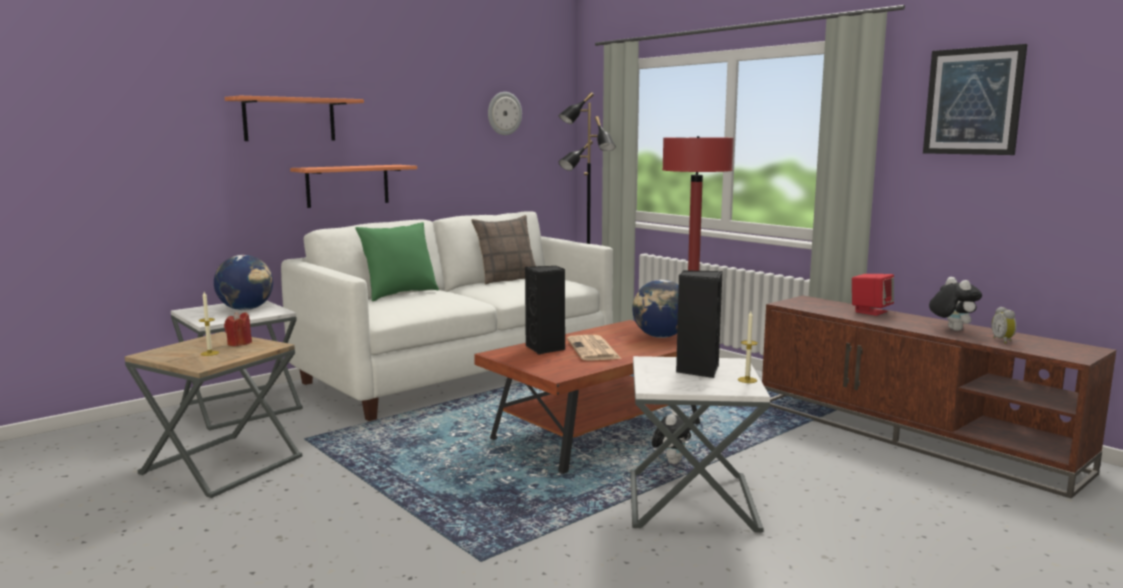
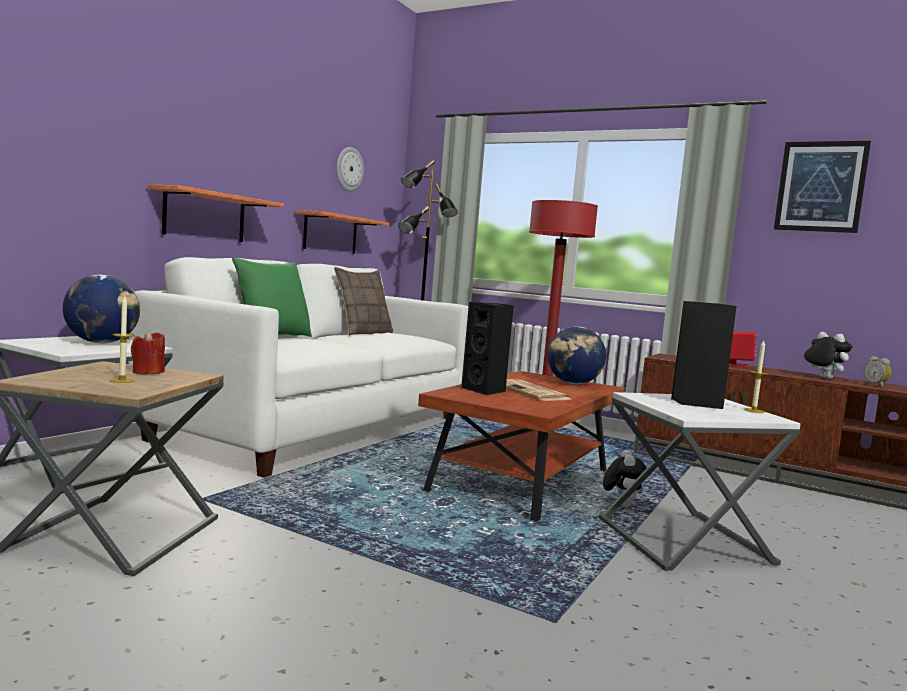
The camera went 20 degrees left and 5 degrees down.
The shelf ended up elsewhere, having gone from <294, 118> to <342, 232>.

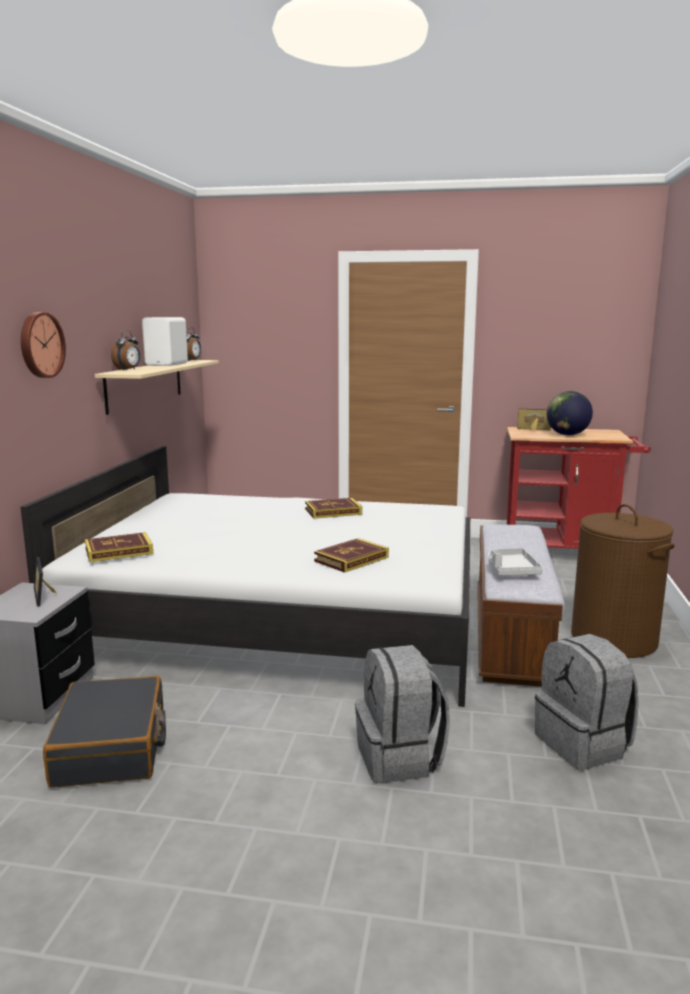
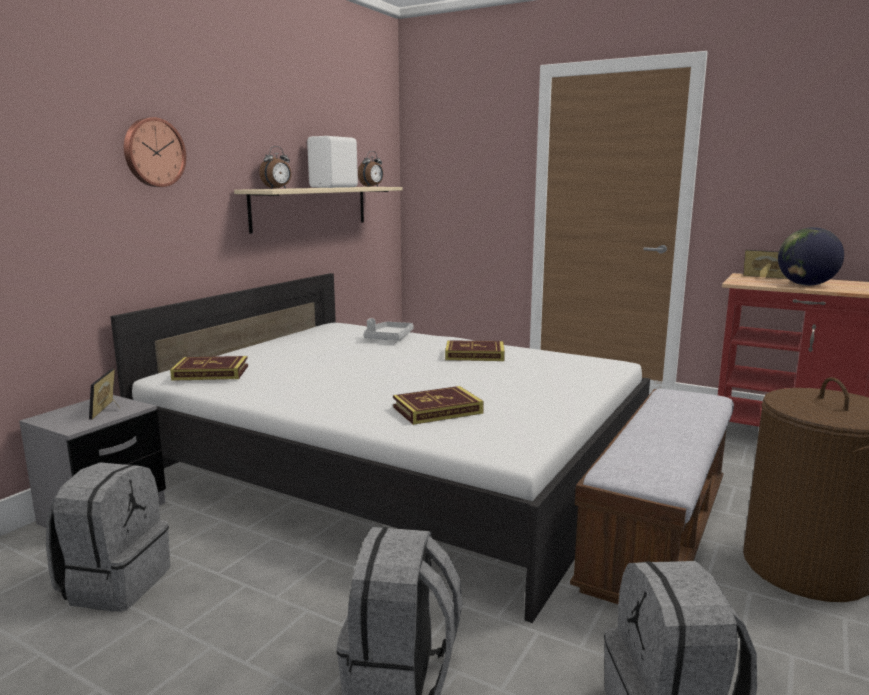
The camera went 20 degrees right and 0 degrees up.
Where the suitcase (black) stood at <104, 731>, the backpack (grey) came to stand at <108, 537>.
The tray (grey) ended up elsewhere, having gone from <515, 562> to <388, 329>.

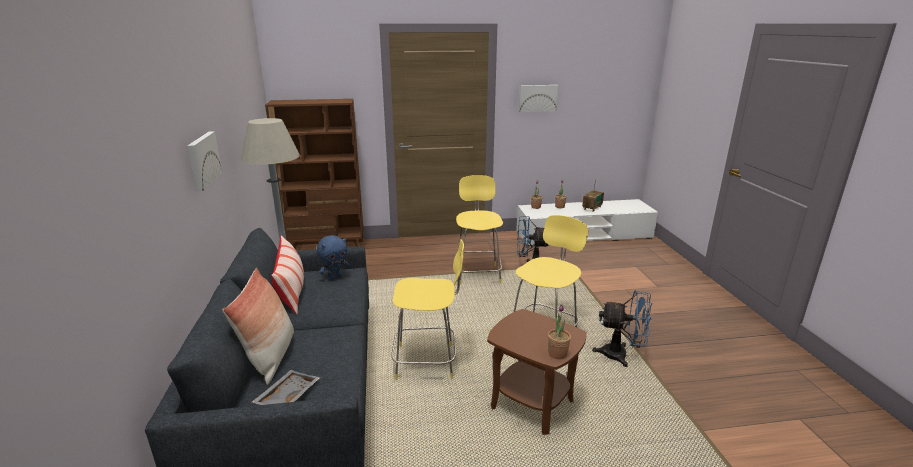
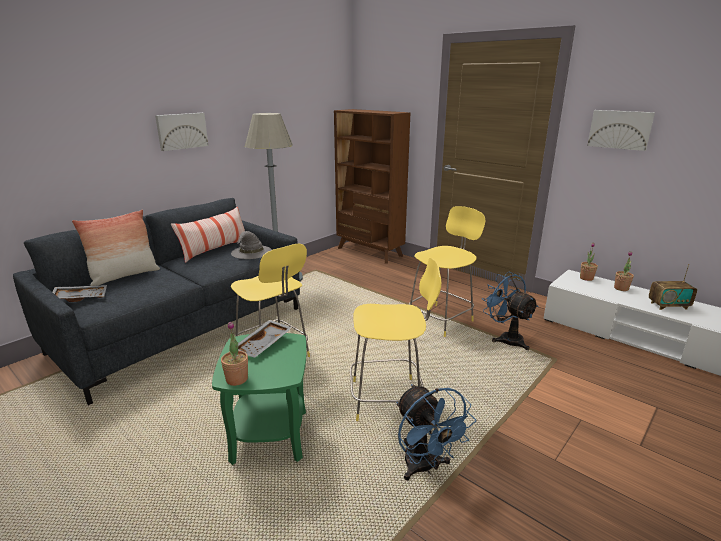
The camera went 50 degrees right and 0 degrees up.
Where the plush toy (blue) stood at <333, 257>, the hat (grey) came to stand at <251, 245>.
What was the side table (brown) at <537, 372> turned into the side table (green) at <259, 399>.
The second view gained the tray (grey) at <265, 339>.

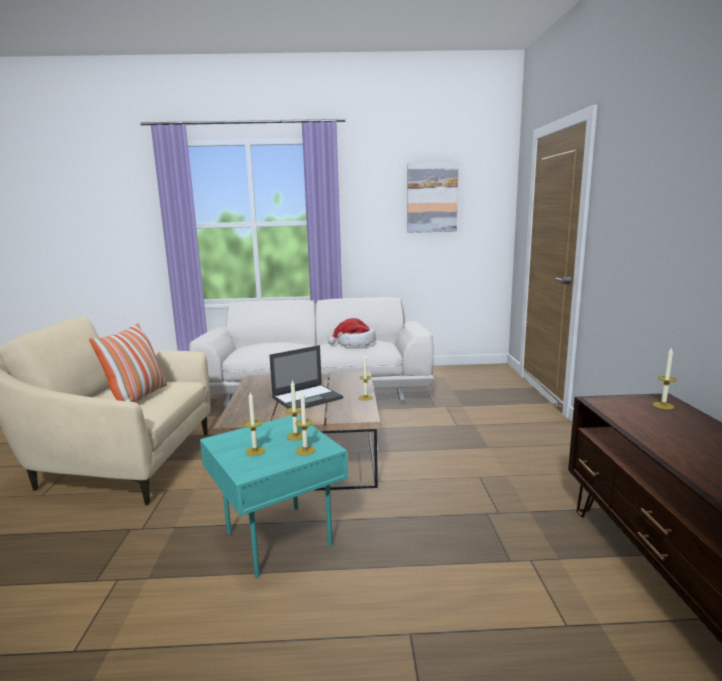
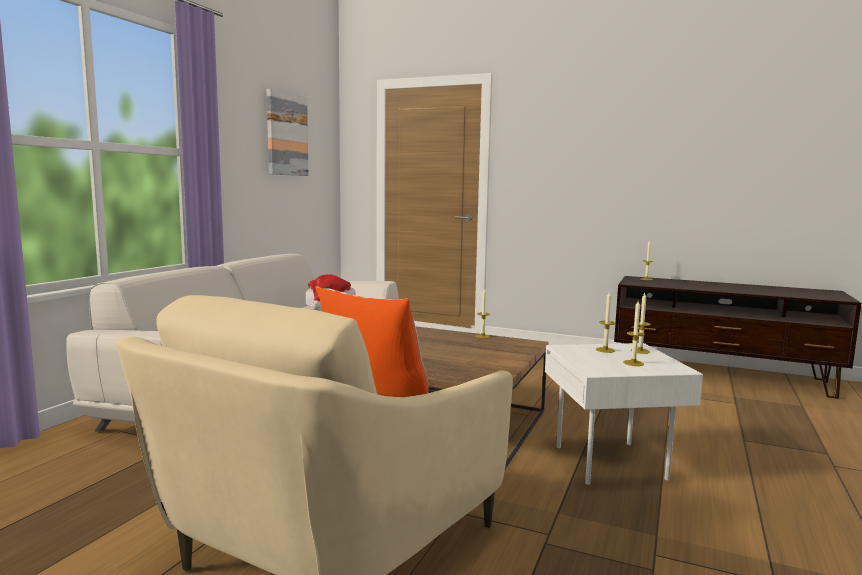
The camera went 65 degrees left and 5 degrees down.
What was the side table (turquoise) at <274, 496> turned into the side table (white) at <624, 414>.
The second view lost the laptop at <306, 376>.

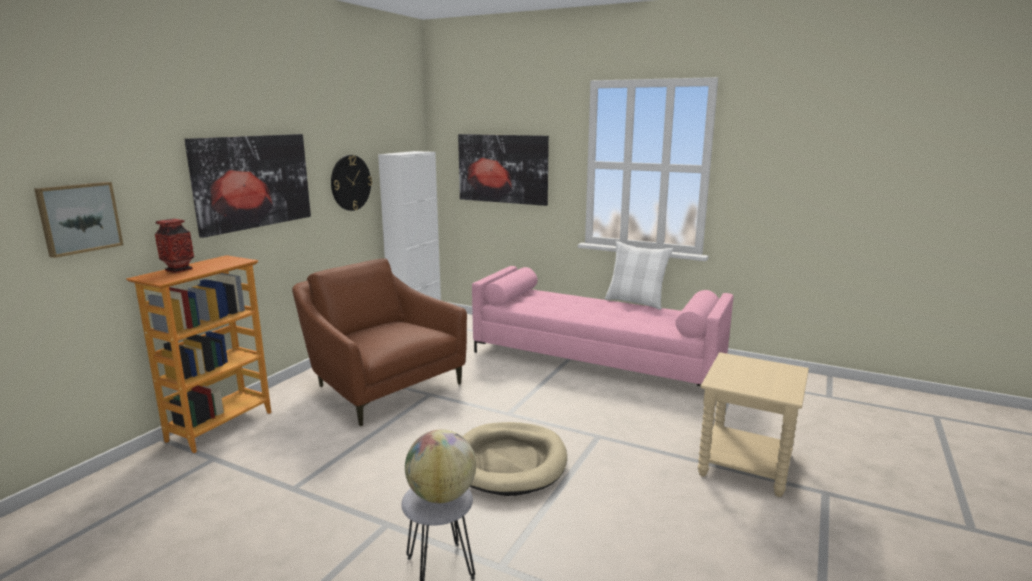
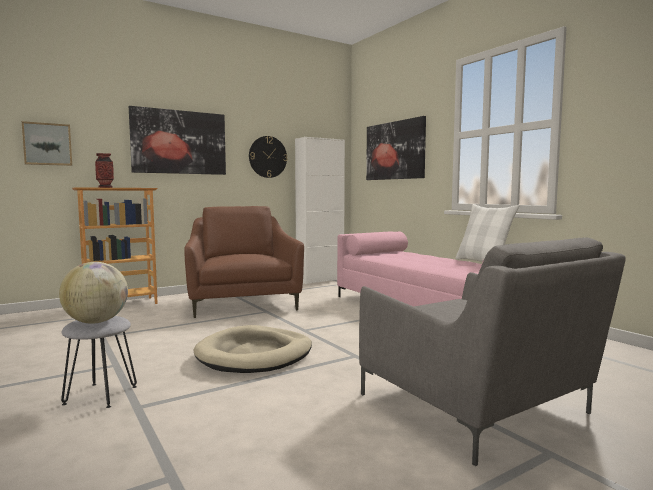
The camera went 30 degrees right and 10 degrees down.
Where the side table (beige) stood at <753, 424>, the armchair (grey) came to stand at <492, 351>.

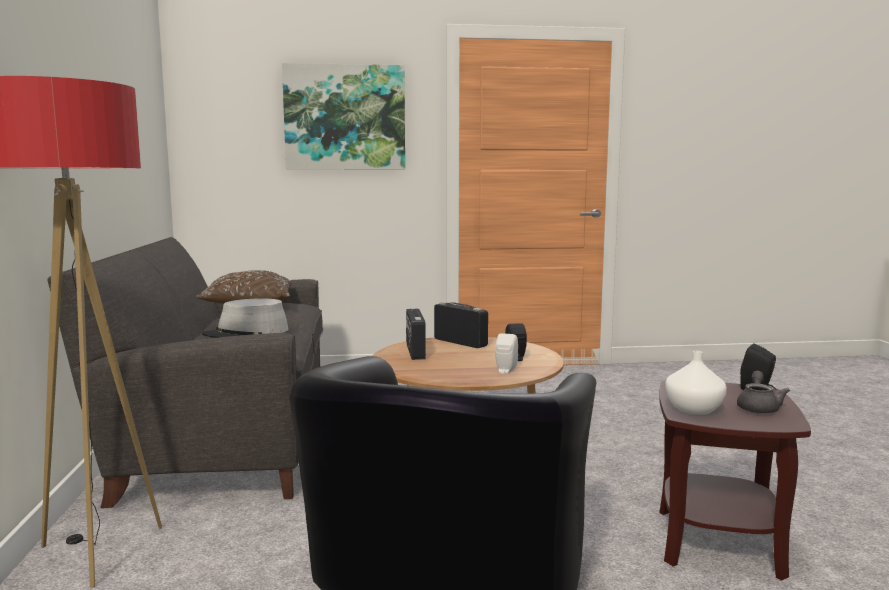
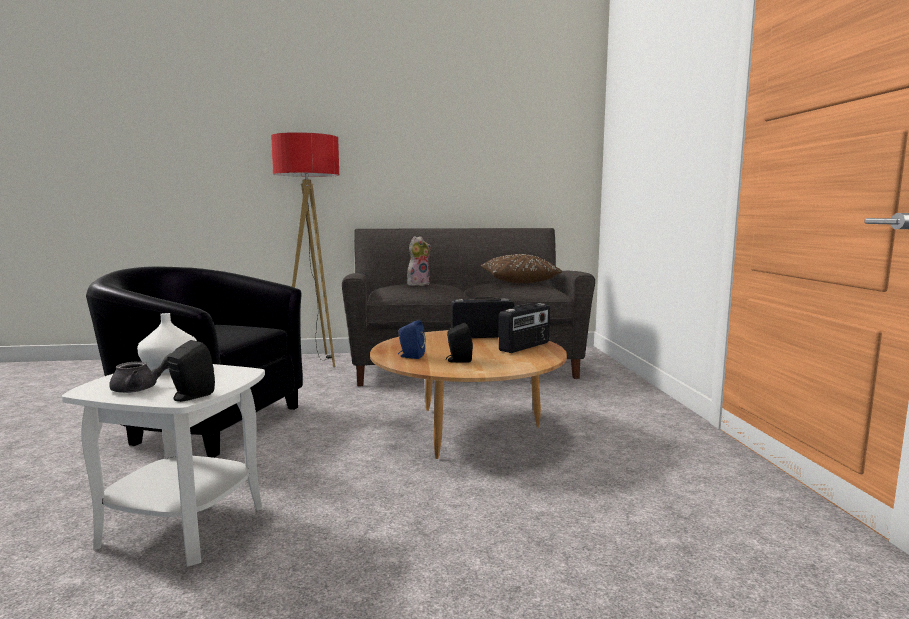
The camera went 90 degrees right and 0 degrees up.
Where the hat (grey) stood at <245, 318>, the plush toy came to stand at <419, 261>.
The second view lost the picture at <343, 116>.
What was the speaker (white) at <506, 353> turned into the speaker (blue) at <412, 339>.
What was the side table (brown) at <735, 481> turned into the side table (white) at <163, 465>.
The teapot (grey) at <763, 392> ended up facing another way, 45 degrees counterclockwise from before.

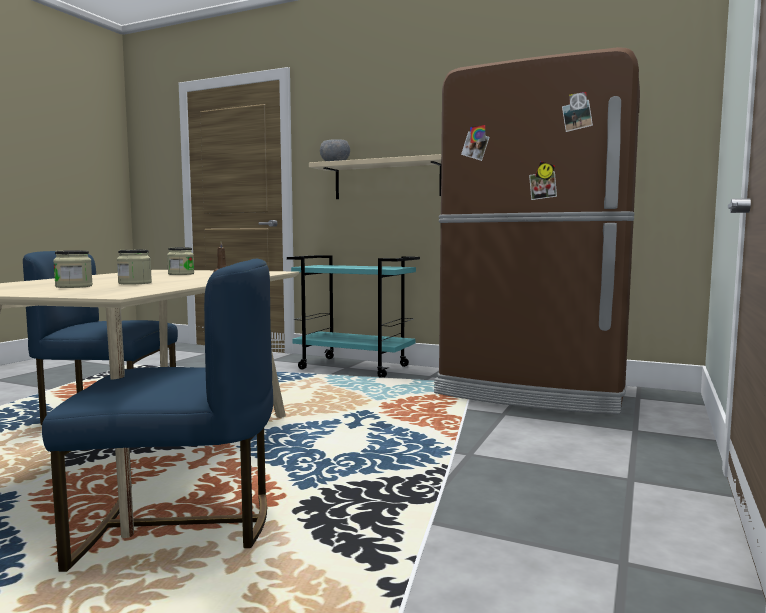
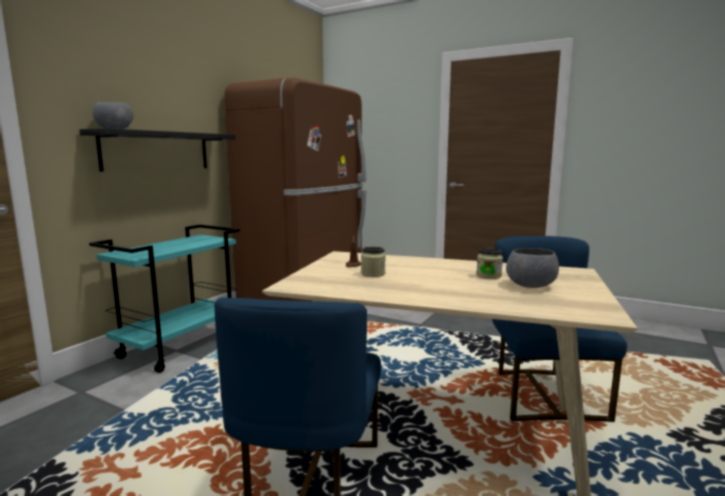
The camera went 85 degrees left and 5 degrees up.
Where the jar stood at <73, 269>, the bowl (grey) came to stand at <532, 268>.
What was the shelf (beige) at <375, 176> turned into the shelf (black) at <157, 150>.

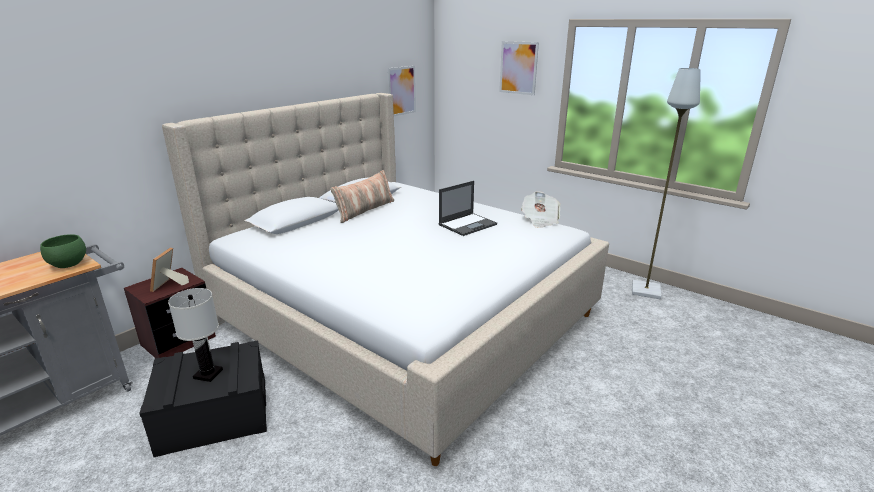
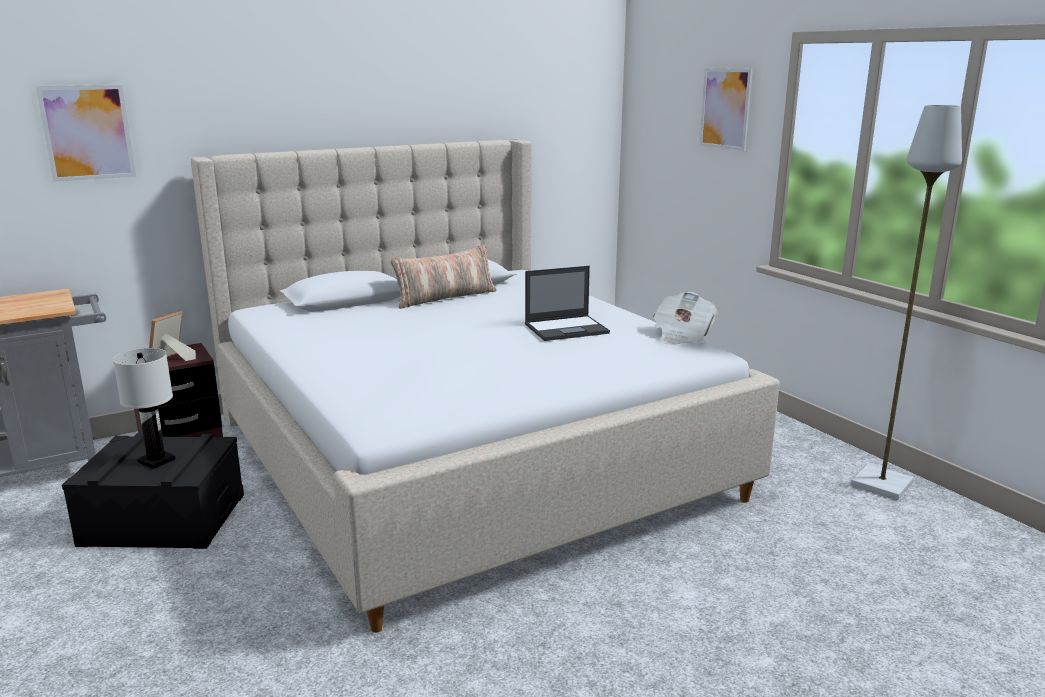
The camera went 20 degrees right and 5 degrees down.
The second view lost the bowl (green) at <63, 251>.
The picture ended up elsewhere, having gone from <401, 91> to <86, 133>.

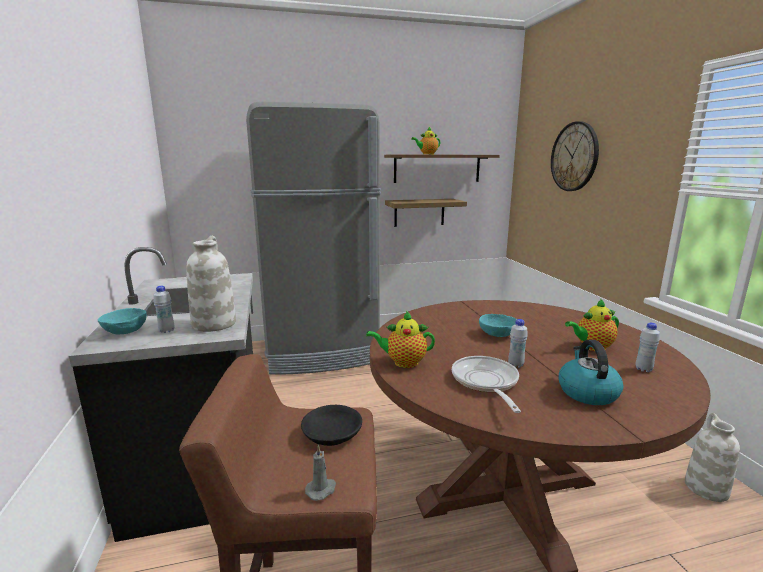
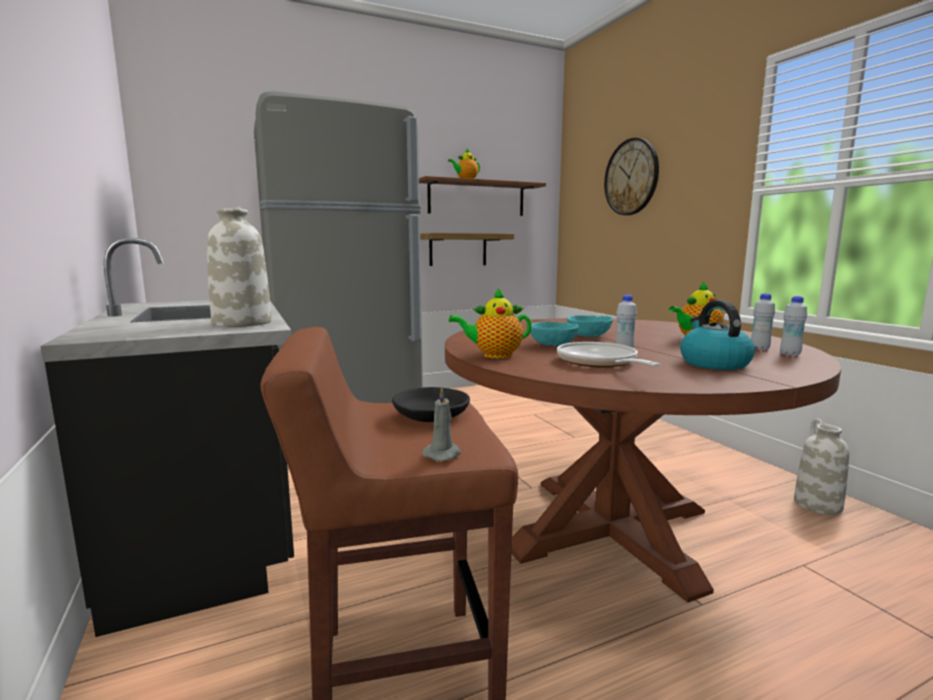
The camera went 10 degrees left and 5 degrees down.
The bowl (turquoise) ended up elsewhere, having gone from <122, 321> to <554, 334>.
The bottle (white) ended up elsewhere, having gone from <163, 309> to <793, 326>.

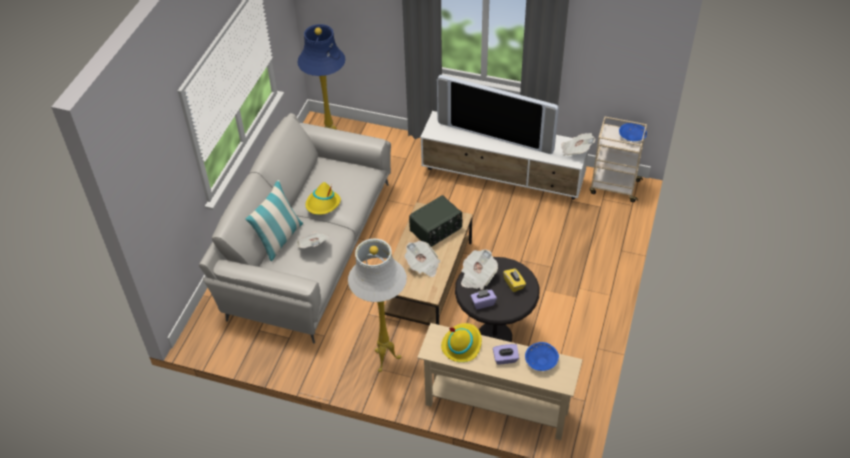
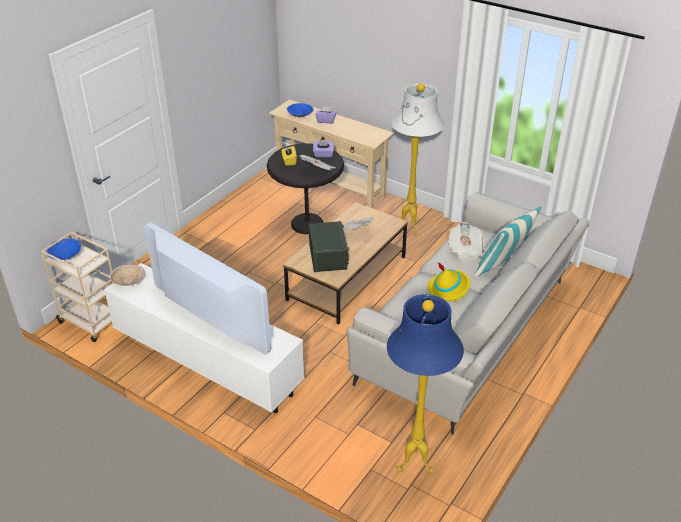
The camera went 165 degrees left and 10 degrees down.
The radio at <435, 221> ended up facing another way, 105 degrees clockwise from before.
The second view lost the hat (yellow) at <461, 342>.
Where the newspaper stood at <578, 144>, the bowl (beige) came to stand at <127, 275>.

